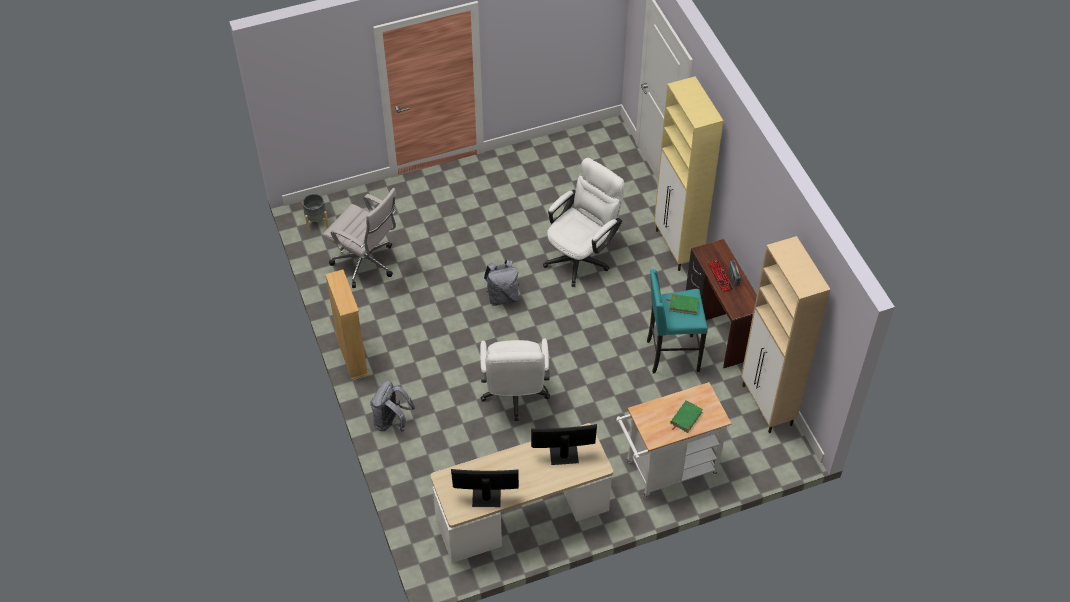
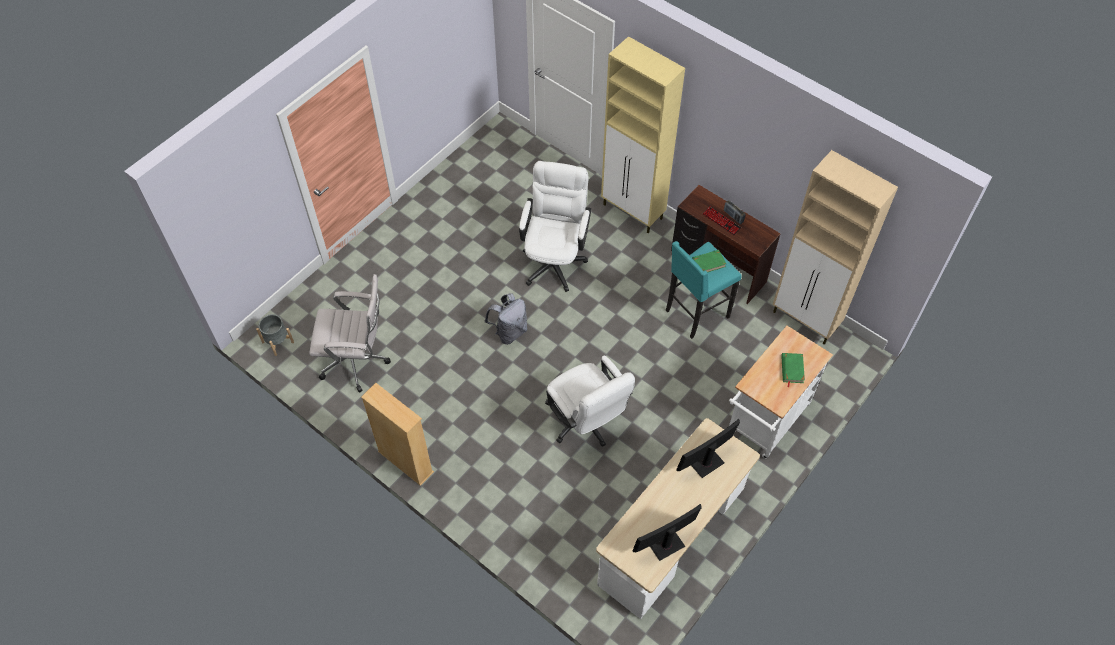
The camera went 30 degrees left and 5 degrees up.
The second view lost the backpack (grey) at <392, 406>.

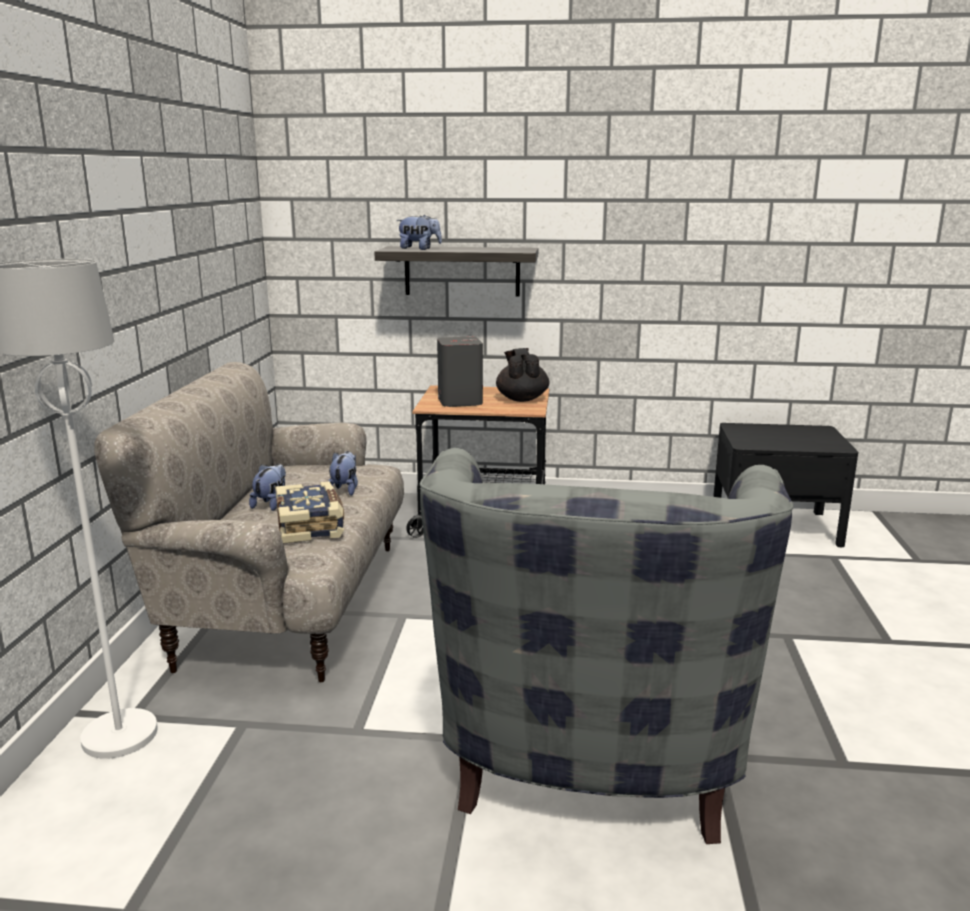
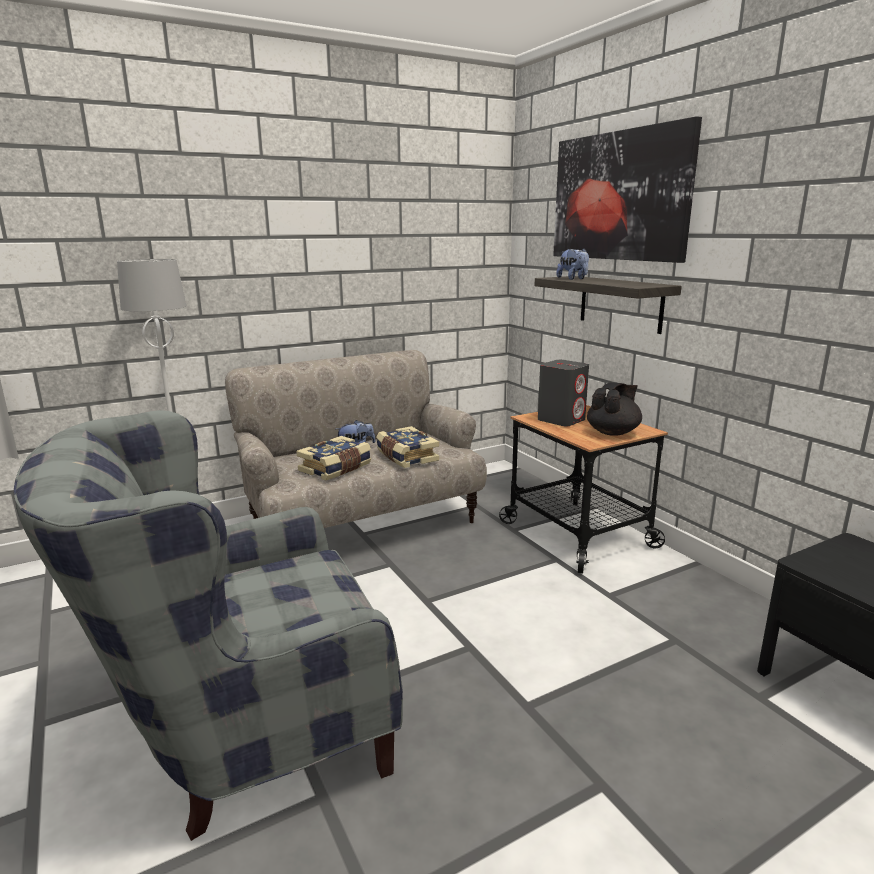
The camera went 55 degrees right and 0 degrees up.
Where the plush toy stood at <343, 473>, the book came to stand at <407, 447>.
The second view gained the picture at <627, 189>.

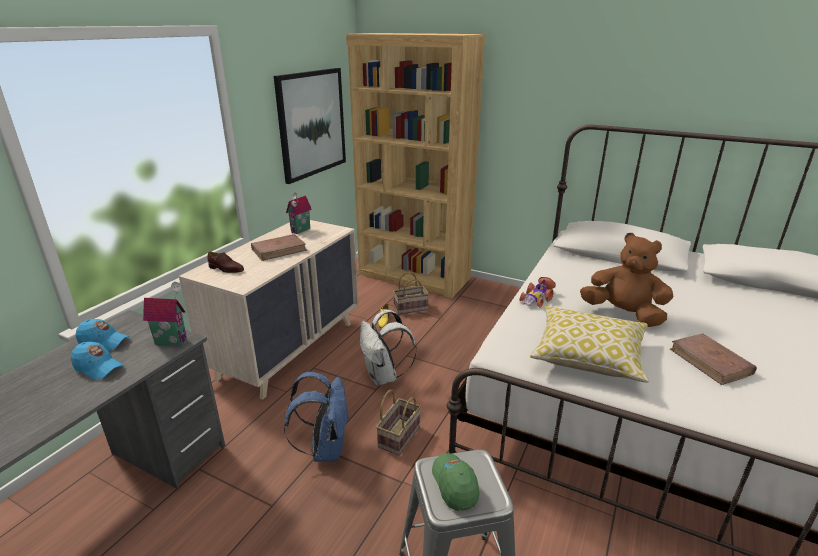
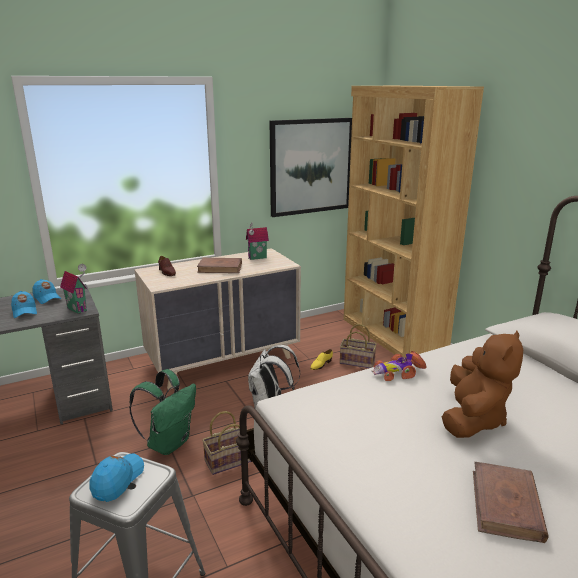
The camera went 35 degrees right and 5 degrees down.
What was the backpack (blue) at <316, 417> turned into the backpack (green) at <162, 412>.
What was the cap (green) at <456, 482> turned into the cap (blue) at <116, 478>.
The second view lost the pillow at <589, 344>.
The plush toy (brown) at <627, 280> ended up facing another way, 45 degrees clockwise from before.

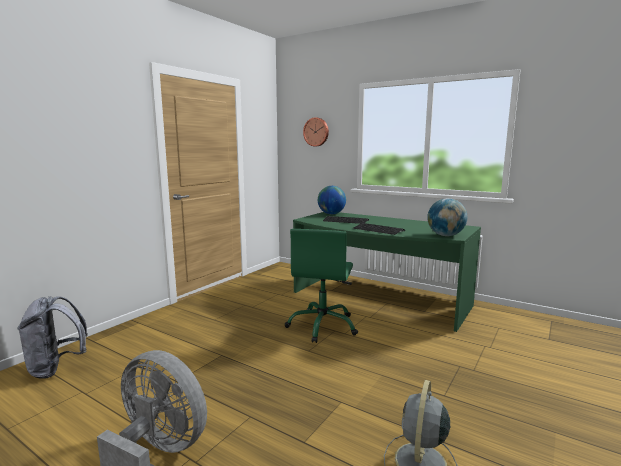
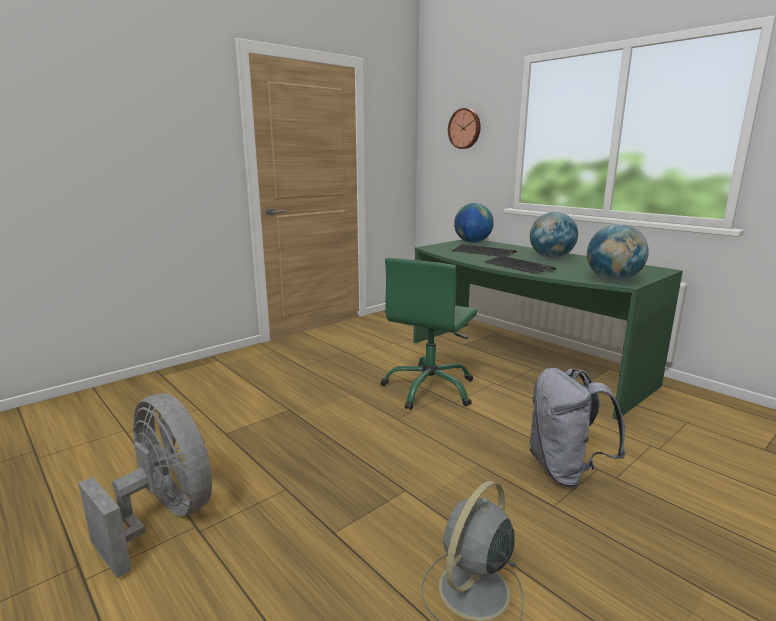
The camera went 15 degrees right and 5 degrees up.
The backpack (grey) ended up elsewhere, having gone from <52, 337> to <577, 428>.
The second view gained the globe at <554, 235>.

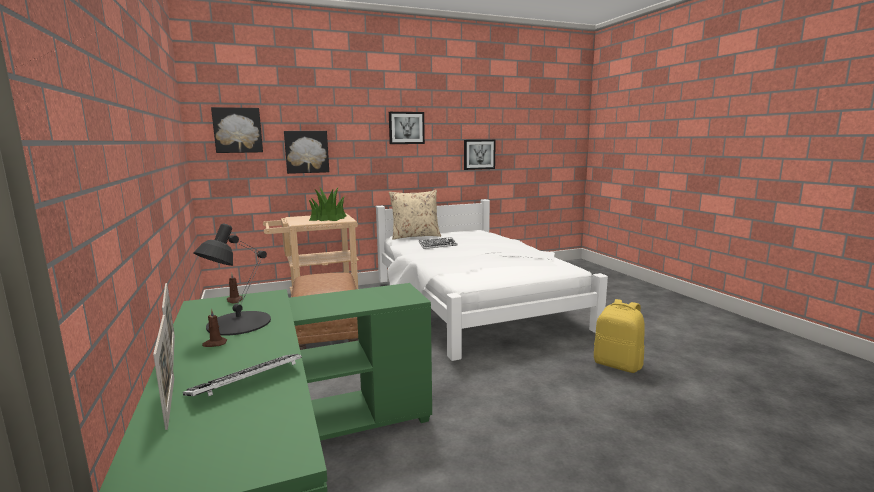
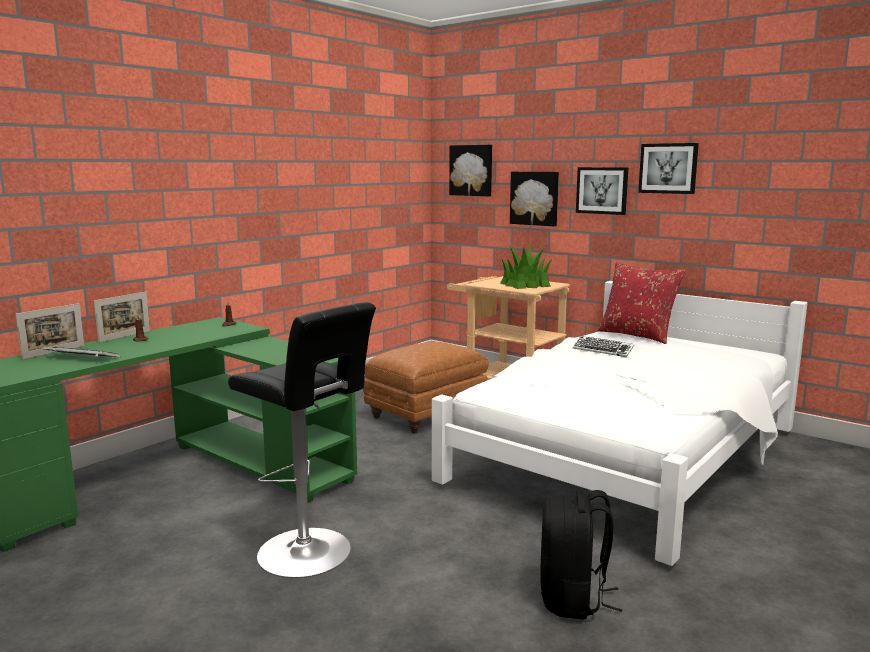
The camera went 60 degrees right and 0 degrees up.
The second view lost the table lamp (black) at <232, 279>.
What was the pillow (beige) at <415, 215> turned into the pillow (red) at <641, 303>.
The picture ended up elsewhere, having gone from <480, 155> to <602, 191>.
What was the backpack (yellow) at <619, 336> turned into the backpack (black) at <581, 554>.
The second view gained the stool (black) at <302, 440>.

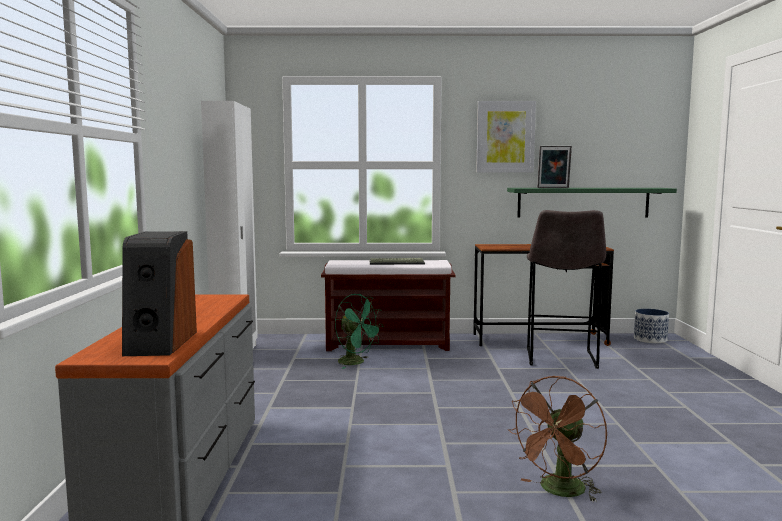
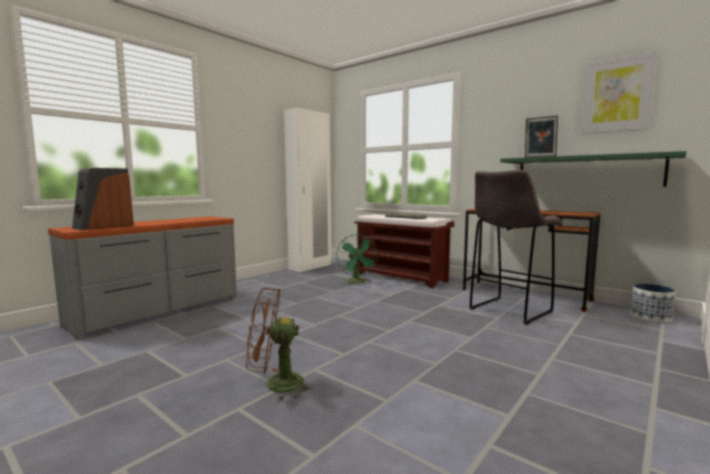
The camera went 40 degrees right and 0 degrees up.
The picture ended up elsewhere, having gone from <506, 136> to <619, 92>.

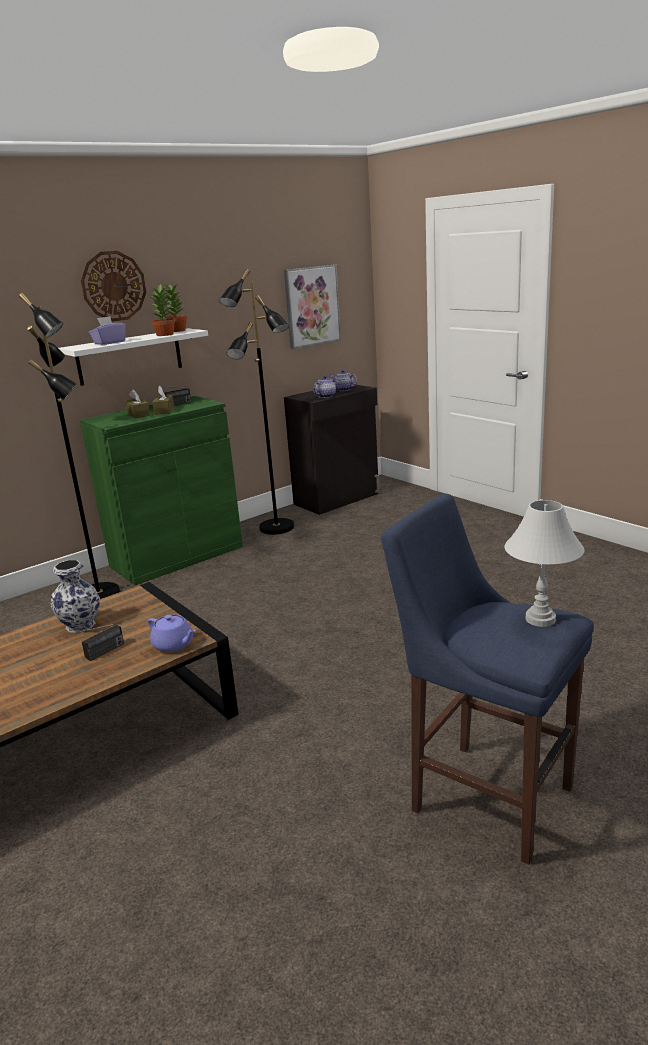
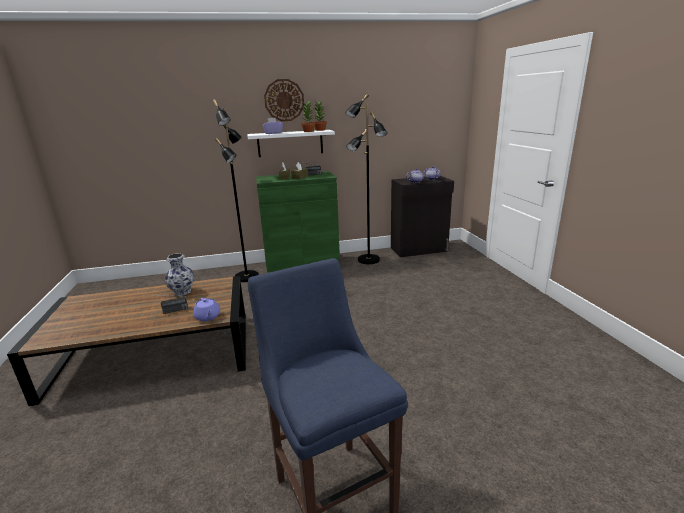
The camera went 25 degrees right and 0 degrees up.
The second view lost the picture at <312, 306>.
The second view lost the table lamp (white) at <545, 563>.

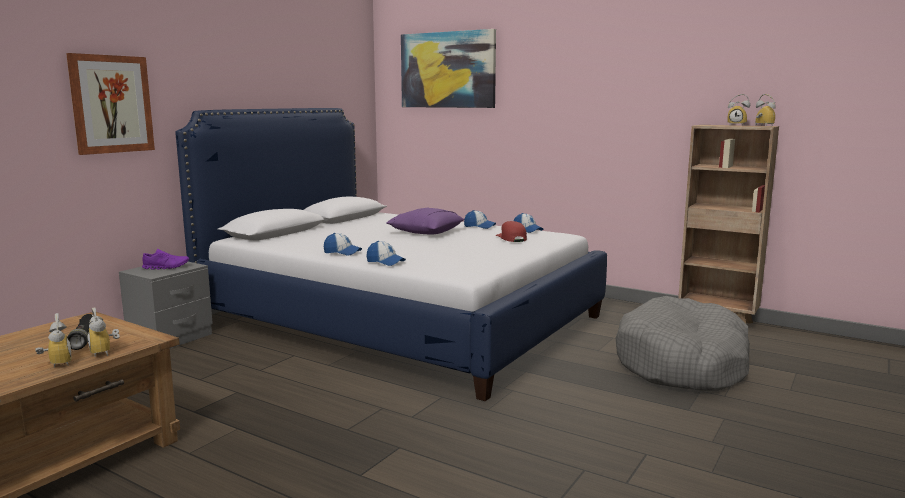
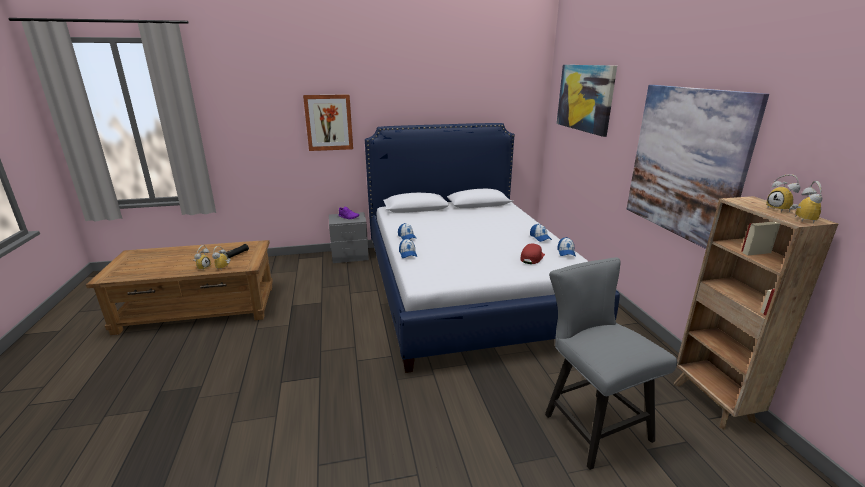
The camera went 45 degrees right and 10 degrees up.
The second view lost the pillow (purple) at <425, 221>.
Where the dog bed (grey) stood at <683, 343>, the chair (grey) came to stand at <611, 363>.
The second view gained the picture at <698, 167>.

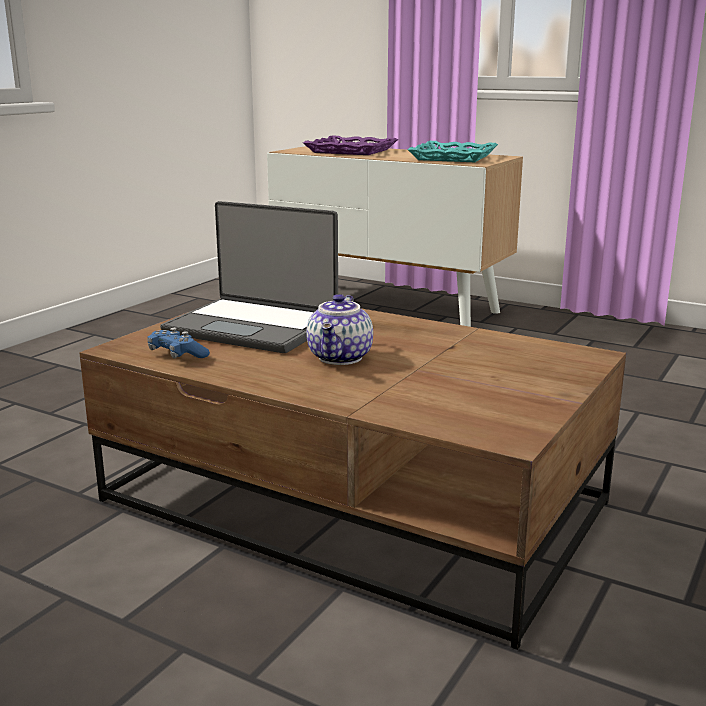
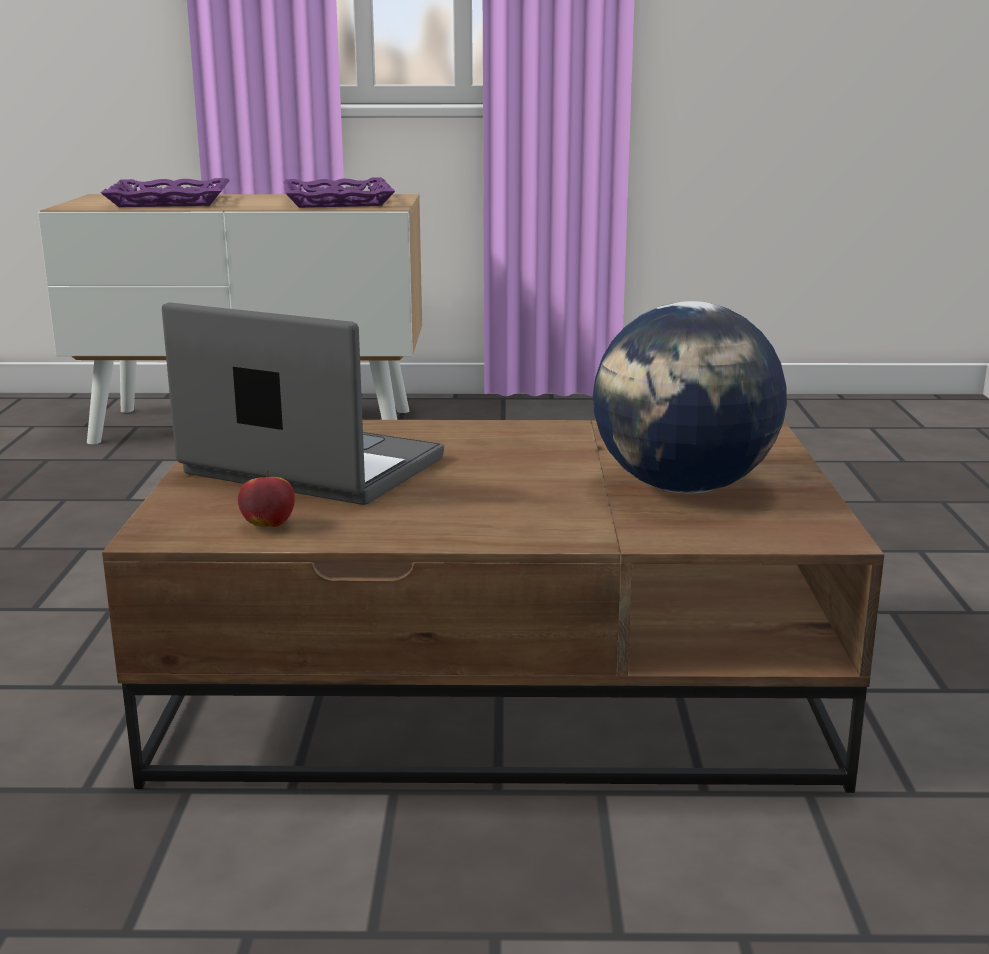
The camera went 30 degrees left and 0 degrees up.
Where the game controller (blue) stood at <178, 343>, the apple came to stand at <266, 498>.
The laptop at <249, 277> ended up facing another way, 150 degrees counterclockwise from before.
The second view lost the teapot at <339, 329>.
What was the tray (turquoise) at <452, 151> turned into the tray (purple) at <339, 192>.
The second view gained the globe at <690, 397>.

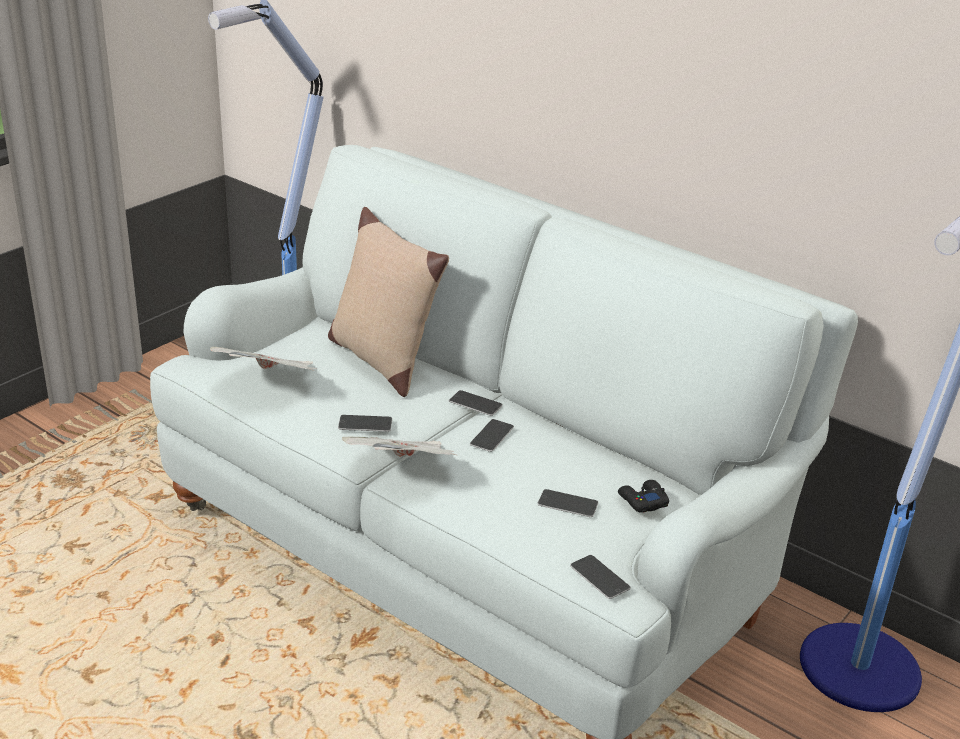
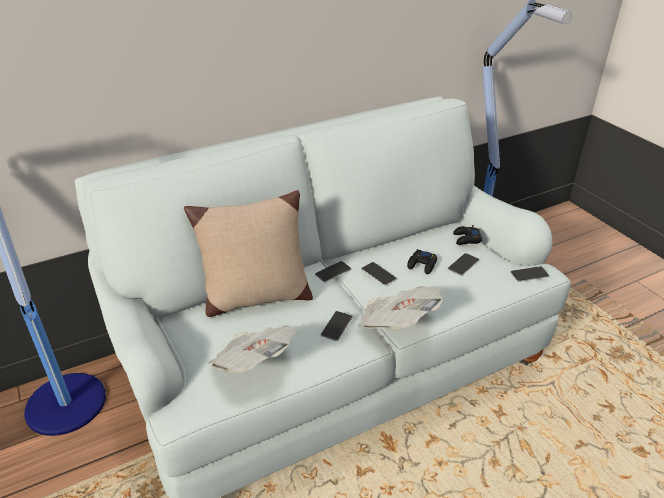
The camera went 65 degrees left and 5 degrees up.
The second view gained the game controller (black) at <422, 261>.

